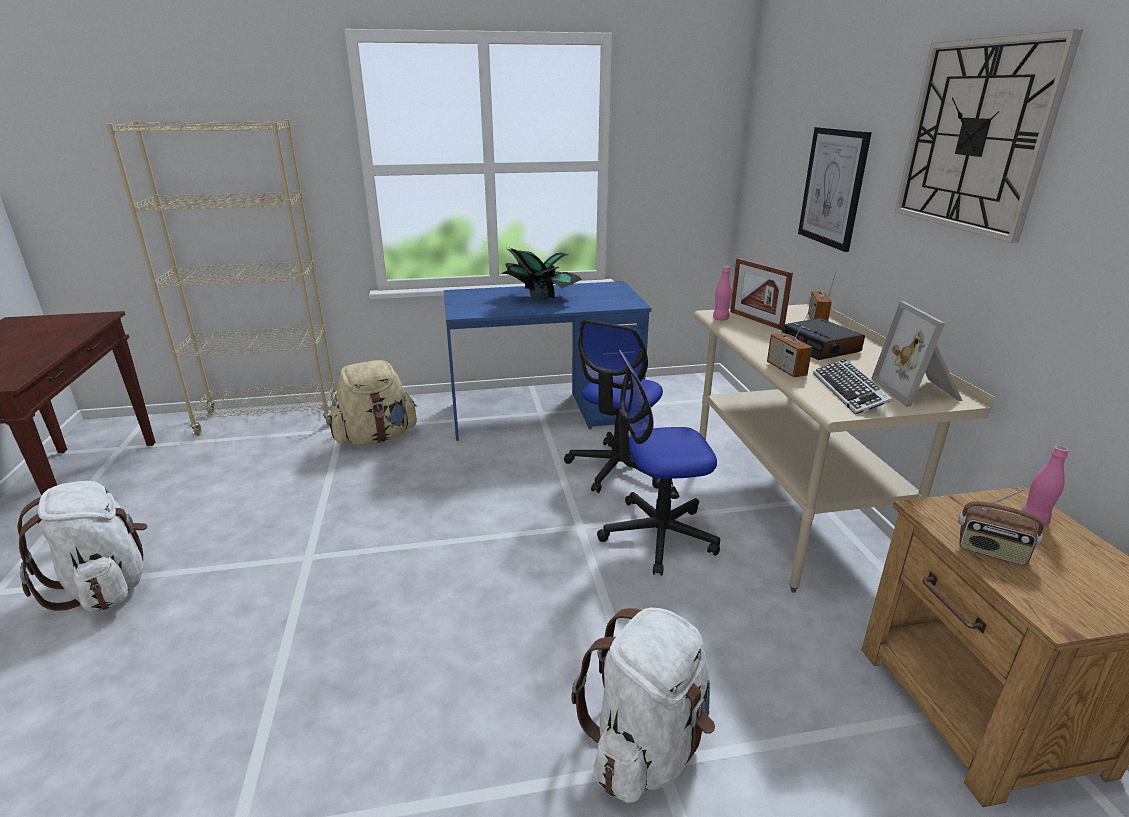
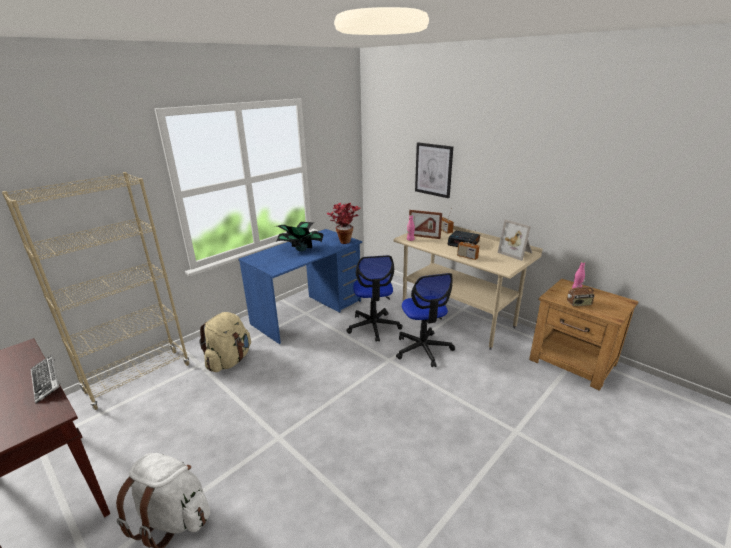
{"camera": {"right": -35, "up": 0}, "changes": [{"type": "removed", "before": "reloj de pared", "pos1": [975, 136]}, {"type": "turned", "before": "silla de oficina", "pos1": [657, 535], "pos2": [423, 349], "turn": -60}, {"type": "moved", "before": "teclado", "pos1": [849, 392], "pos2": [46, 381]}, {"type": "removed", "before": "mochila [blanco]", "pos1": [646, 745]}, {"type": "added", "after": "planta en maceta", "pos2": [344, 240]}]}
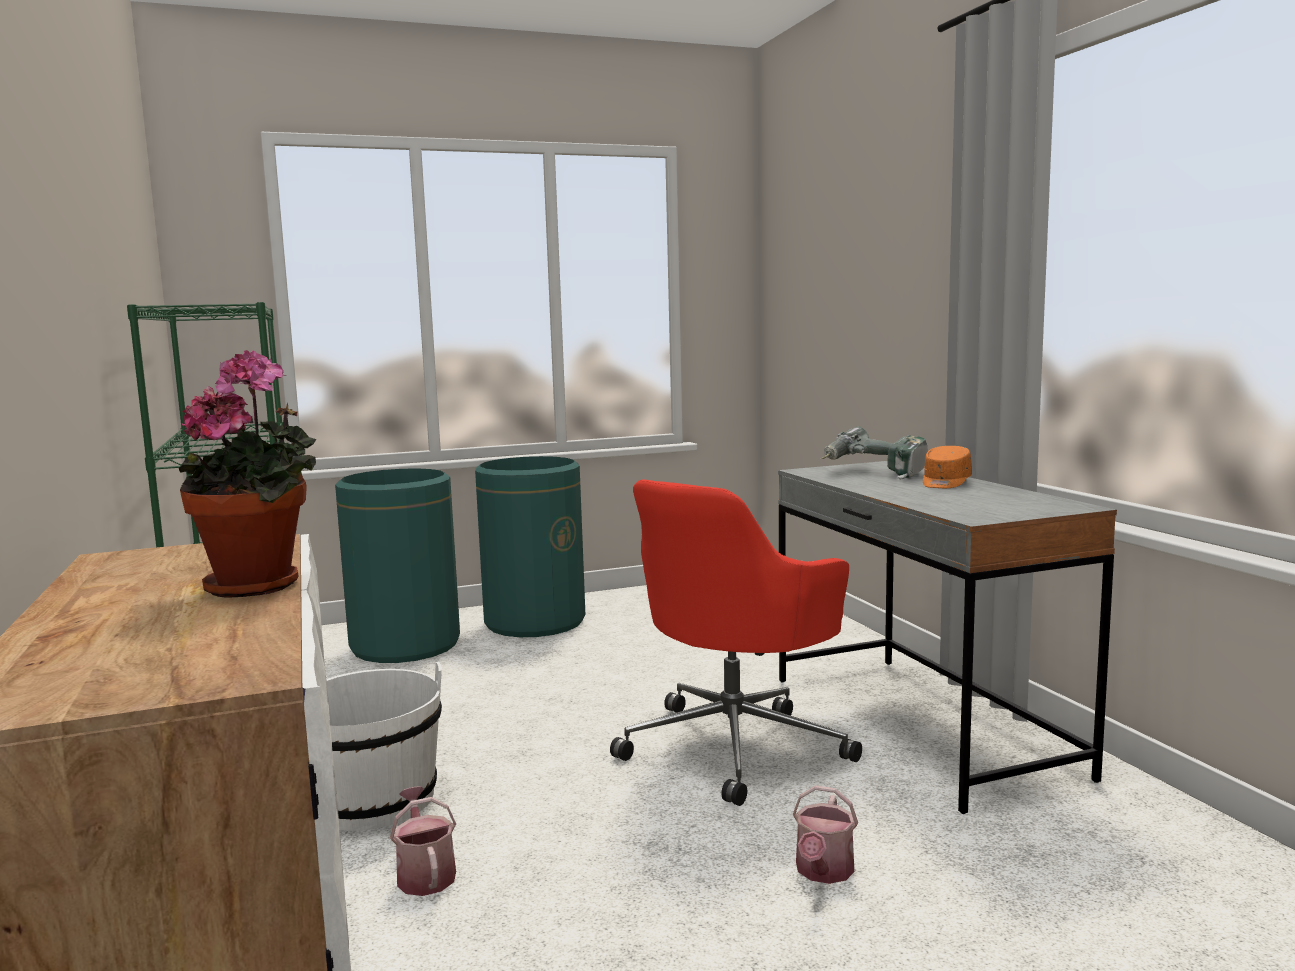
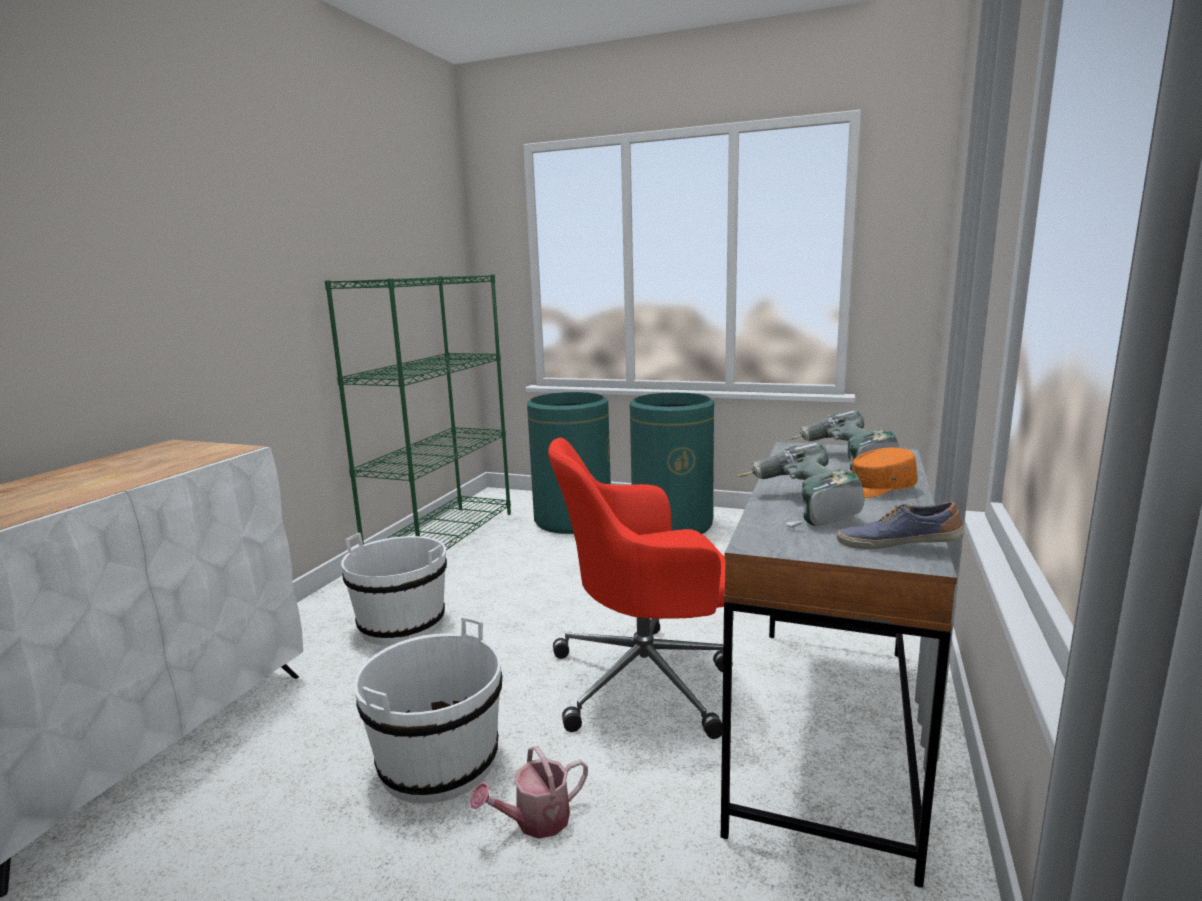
{"camera": {"right": 40, "up": 5}, "changes": [{"type": "removed", "before": "planta en maceta", "pos1": [262, 584]}, {"type": "removed", "before": "regadera", "pos1": [425, 873]}, {"type": "added", "after": "taladro", "pos2": [799, 507]}, {"type": "added", "after": "zapato", "pos2": [897, 545]}, {"type": "added", "after": "cubo [blanco]", "pos2": [439, 762]}]}
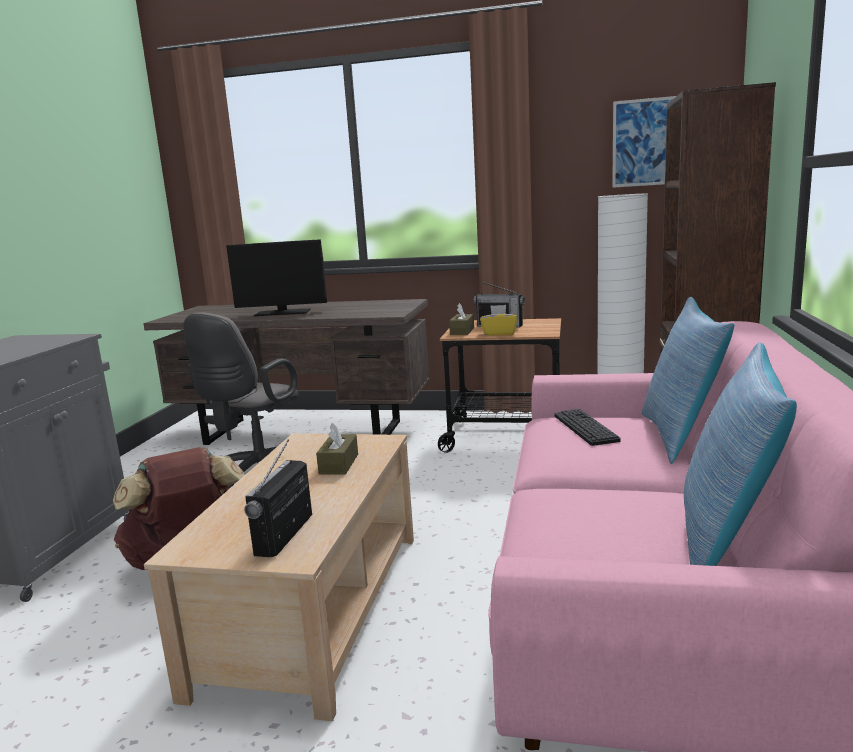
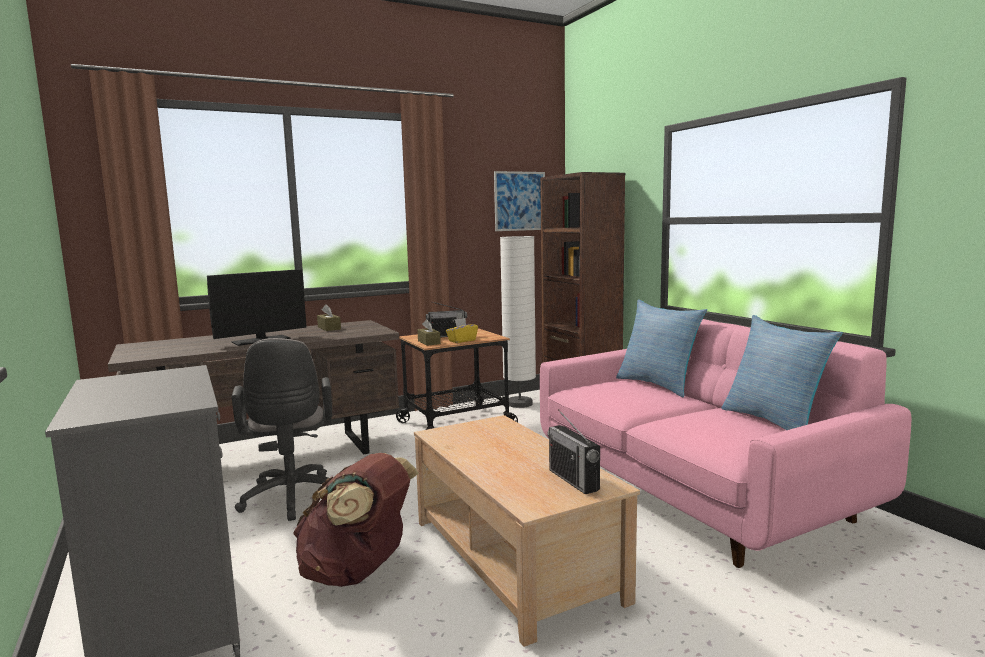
{"camera": {"right": -40, "up": -5}, "changes": [{"type": "removed", "before": "teclado", "pos1": [585, 428]}, {"type": "moved", "before": "caja de pañuelos [marrón]", "pos1": [339, 464], "pos2": [329, 328]}]}
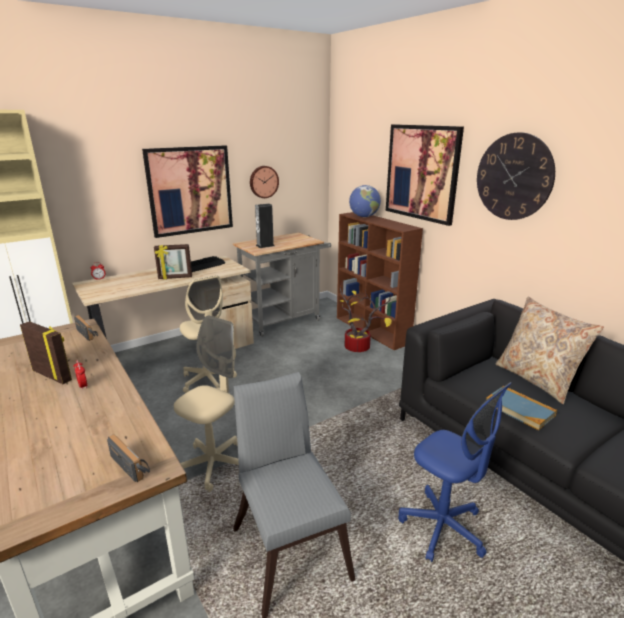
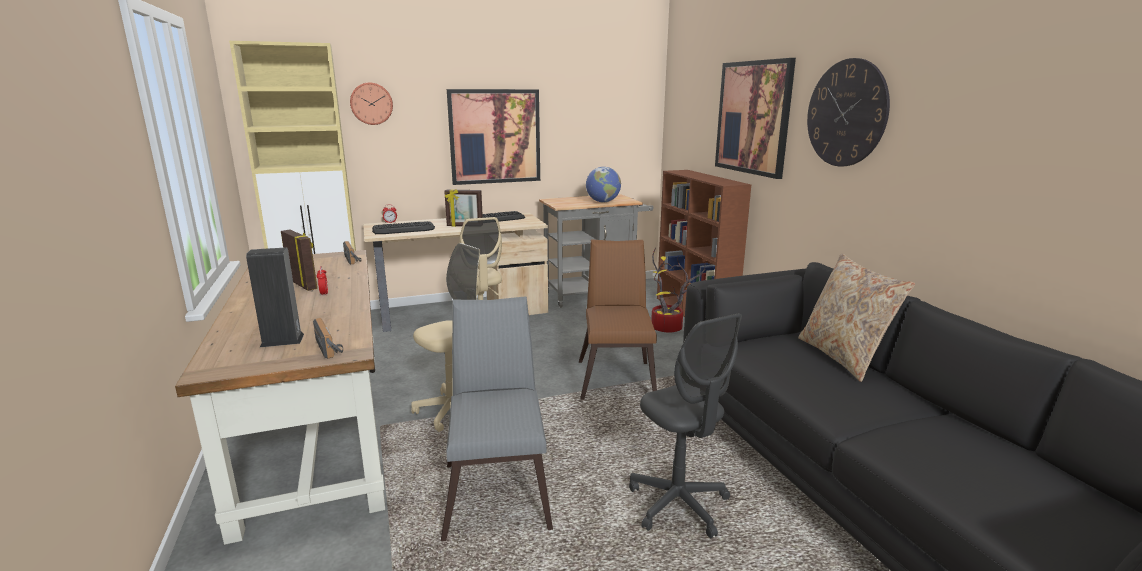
{"camera": {"right": 15, "up": -5}, "changes": [{"type": "moved", "before": "reloj de pared", "pos1": [263, 182], "pos2": [371, 103]}, {"type": "moved", "before": "globo terráqueo", "pos1": [364, 216], "pos2": [603, 202]}, {"type": "moved", "before": "altavoz", "pos1": [265, 245], "pos2": [282, 340]}, {"type": "recoloured", "before": "silla de oficina [azul]", "after": "silla de oficina [gris]", "pos1": [442, 528], "pos2": [678, 504]}, {"type": "removed", "before": "libro", "pos1": [519, 409]}, {"type": "added", "after": "teclado", "pos2": [404, 229]}, {"type": "added", "after": "silla [marrón]", "pos2": [616, 377]}]}
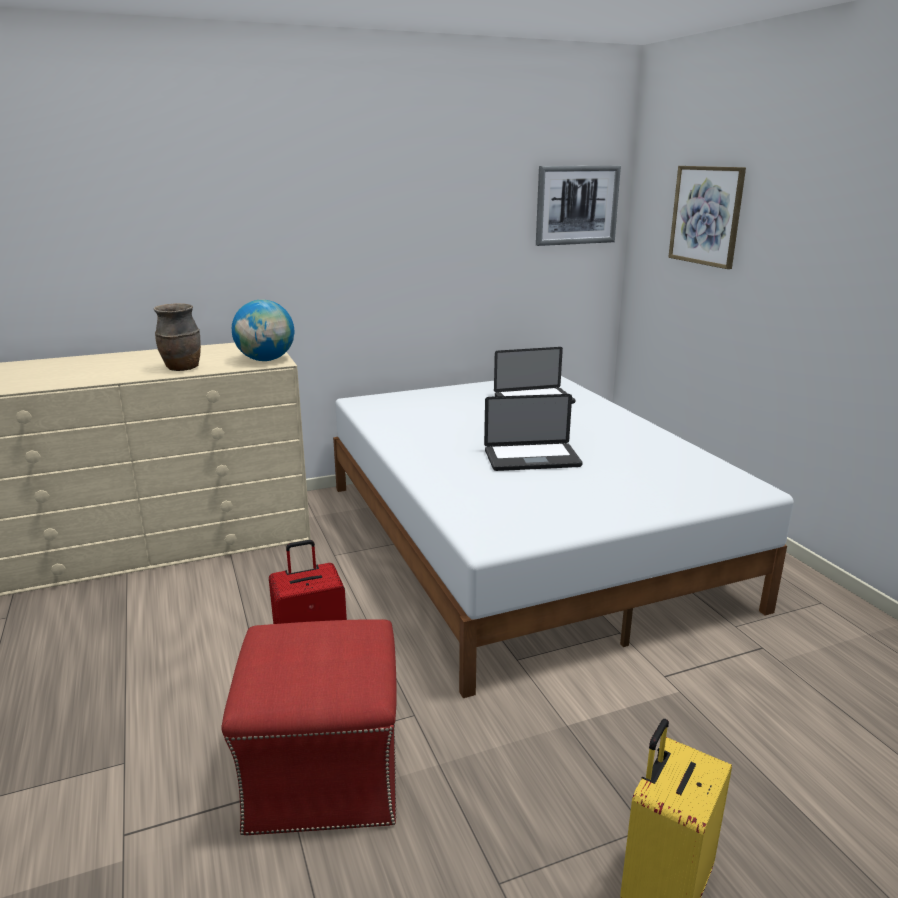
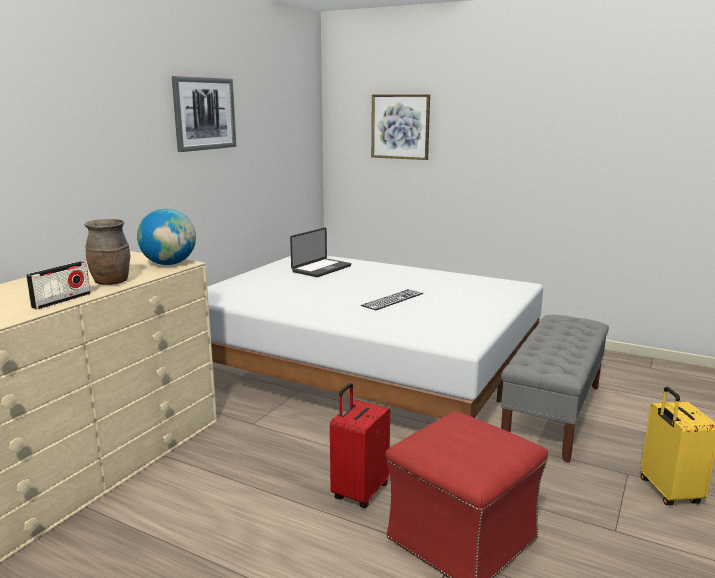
{"camera": {"right": -40, "up": -5}, "changes": [{"type": "moved", "before": "cuadro", "pos1": [577, 205], "pos2": [204, 113]}, {"type": "replaced", "before": "portátil", "after": "teclado", "pos1": [532, 459], "pos2": [392, 299]}, {"type": "added", "after": "radio", "pos2": [61, 300]}, {"type": "added", "after": "banco [gris]", "pos2": [553, 413]}]}
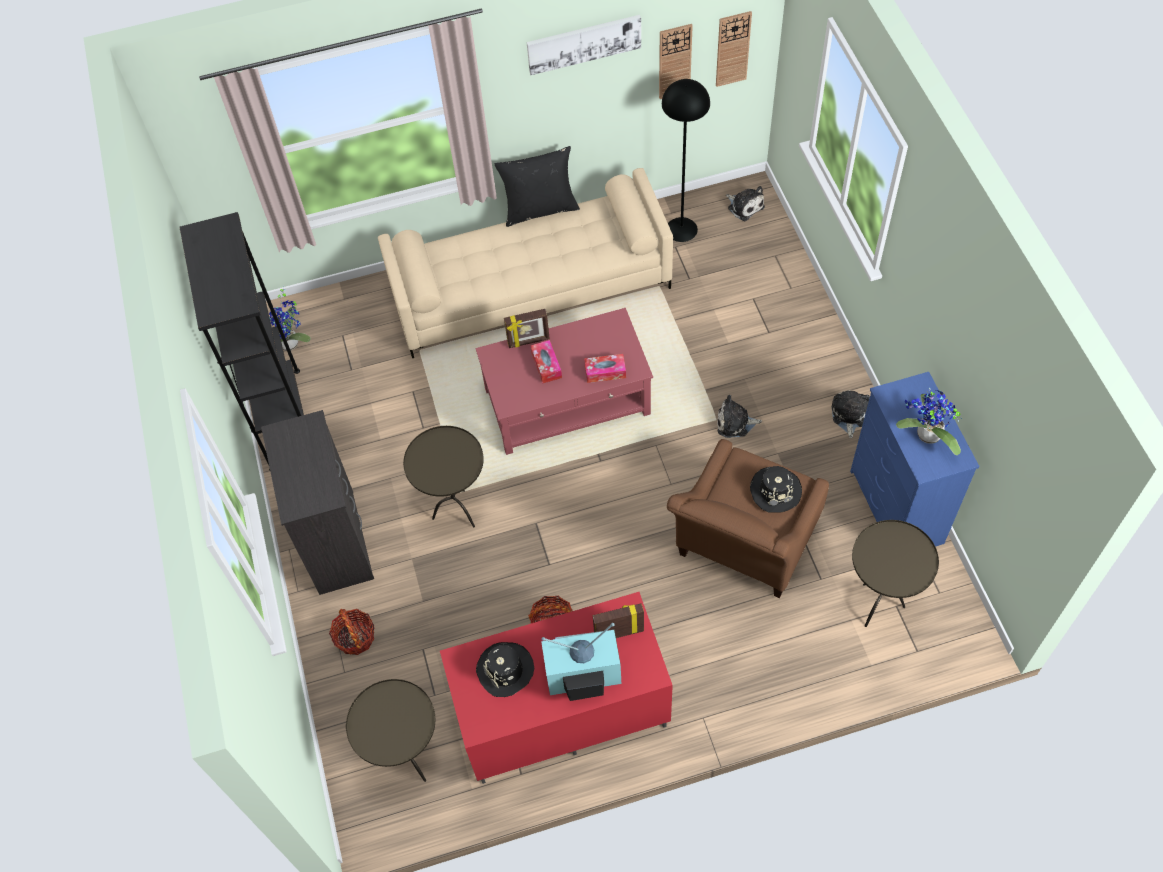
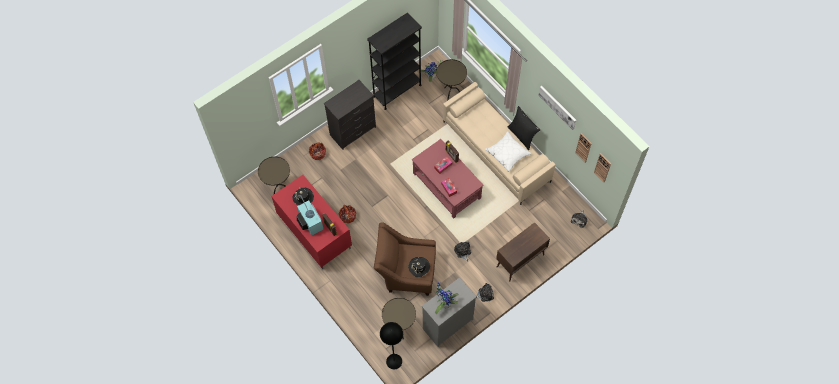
{"camera": {"right": 65, "up": 5}, "changes": [{"type": "moved", "before": "lámpara de pie [negro]", "pos1": [681, 229], "pos2": [394, 361]}, {"type": "recoloured", "before": "cómoda [azul]", "after": "cómoda [gris]", "pos1": [896, 508], "pos2": [447, 324]}, {"type": "moved", "before": "mesa auxiliar [marrón]", "pos1": [456, 512], "pos2": [450, 94]}, {"type": "added", "after": "cojín [blanco]", "pos2": [507, 153]}, {"type": "added", "after": "armario [marrón]", "pos2": [520, 261]}]}
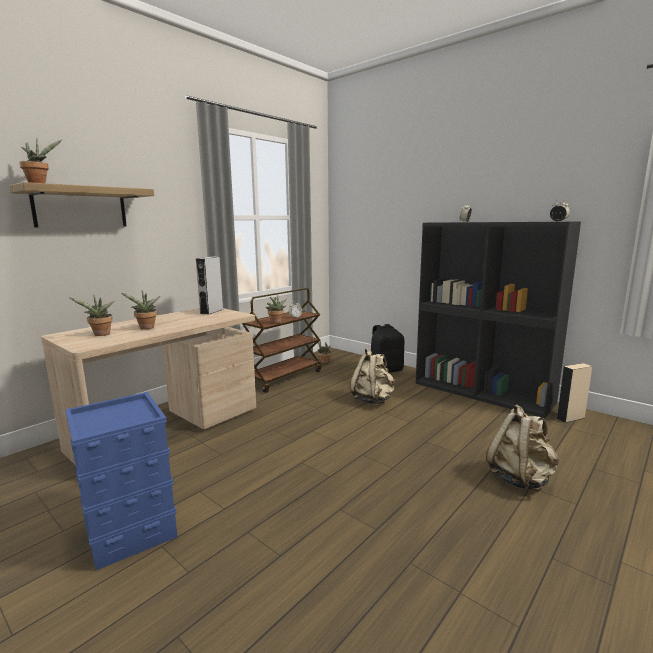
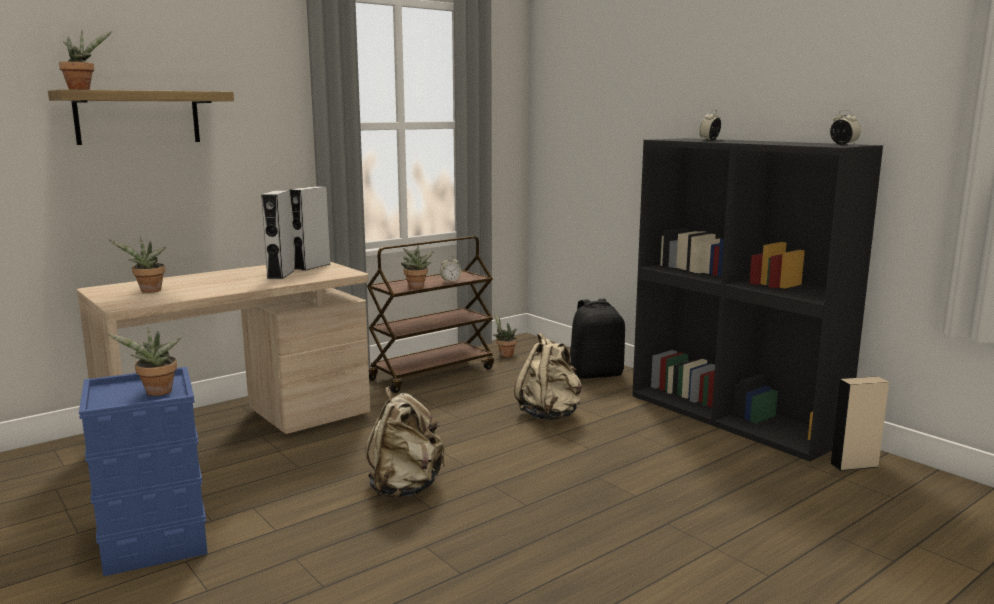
{"camera": {"right": 10, "up": 0}, "changes": [{"type": "moved", "before": "planta en maceta", "pos1": [146, 328], "pos2": [157, 393]}, {"type": "moved", "before": "mochila [beis]", "pos1": [520, 479], "pos2": [405, 488]}, {"type": "added", "after": "altavoz [gris]", "pos2": [280, 274]}]}
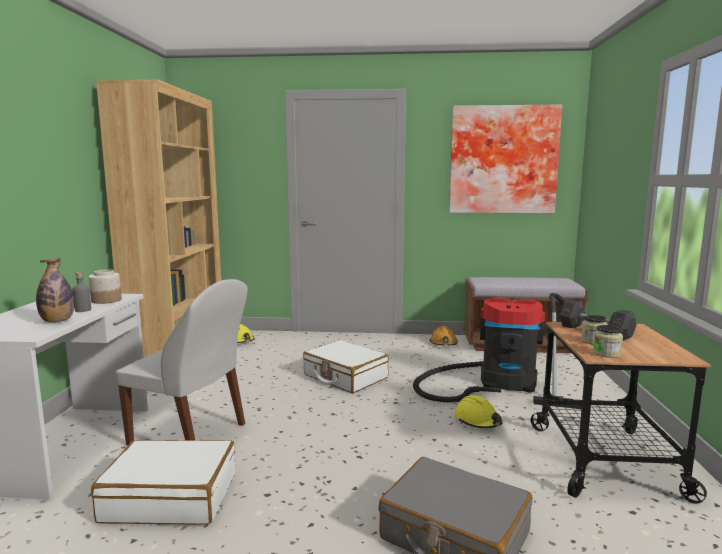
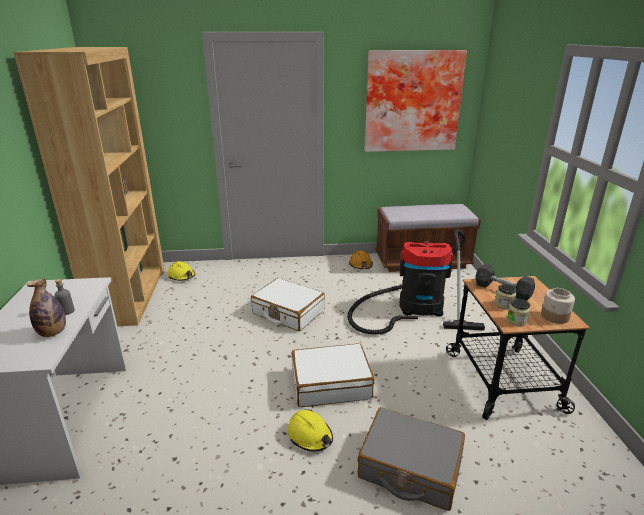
{"camera": {"right": -10, "up": 15}, "changes": [{"type": "moved", "before": "tarro", "pos1": [106, 300], "pos2": [555, 316]}, {"type": "removed", "before": "silla [blanco]", "pos1": [190, 435]}, {"type": "moved", "before": "casco [amarillo]", "pos1": [478, 421], "pos2": [310, 436]}, {"type": "moved", "before": "maleta [blanco]", "pos1": [171, 497], "pos2": [330, 384]}]}
